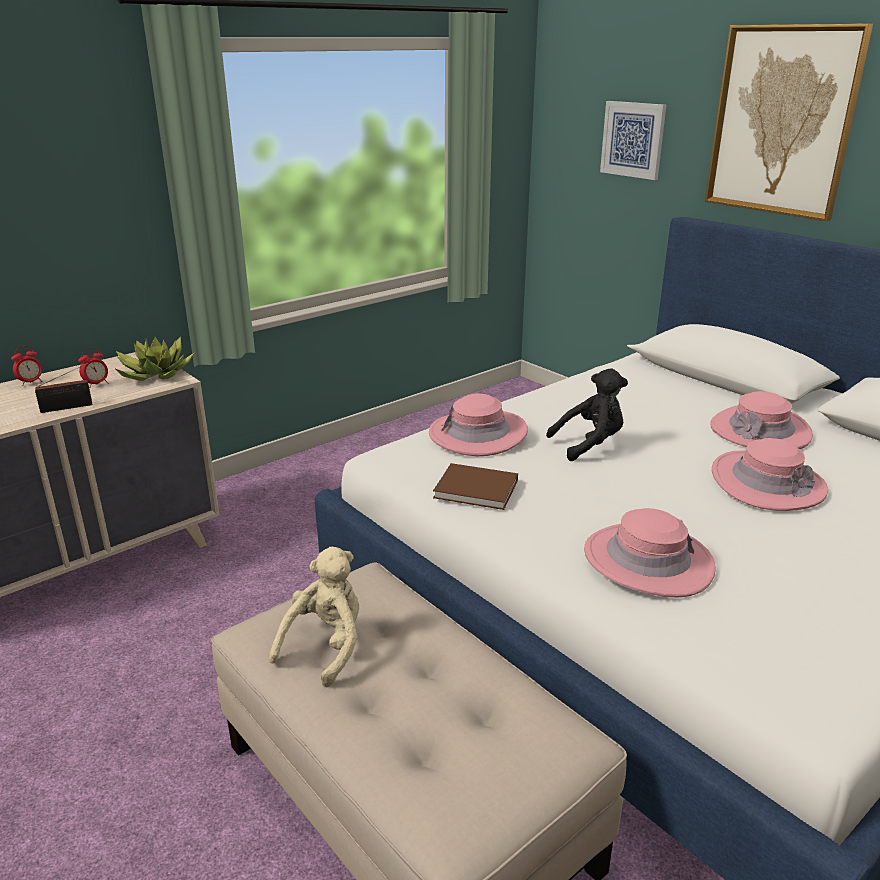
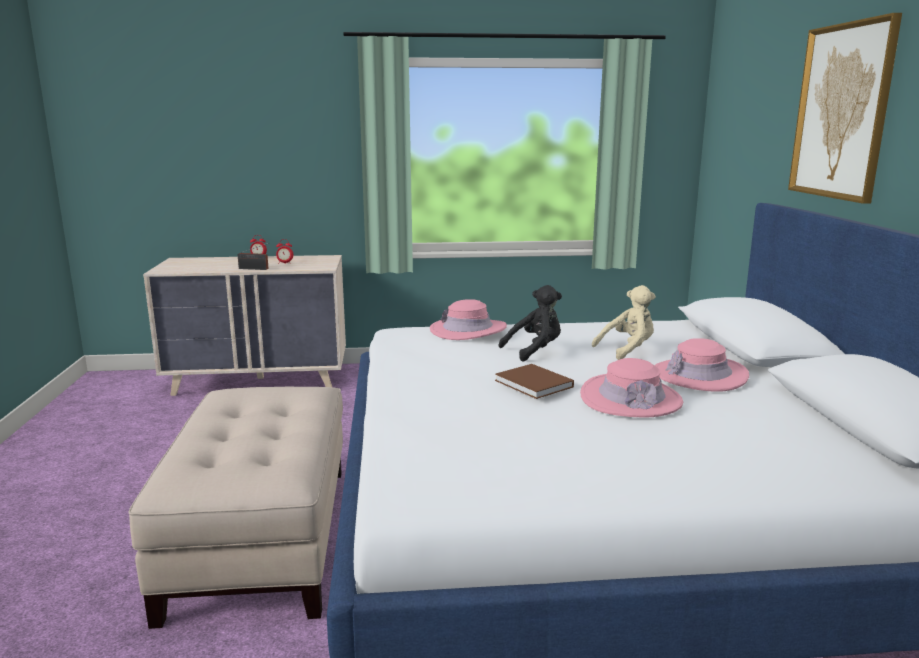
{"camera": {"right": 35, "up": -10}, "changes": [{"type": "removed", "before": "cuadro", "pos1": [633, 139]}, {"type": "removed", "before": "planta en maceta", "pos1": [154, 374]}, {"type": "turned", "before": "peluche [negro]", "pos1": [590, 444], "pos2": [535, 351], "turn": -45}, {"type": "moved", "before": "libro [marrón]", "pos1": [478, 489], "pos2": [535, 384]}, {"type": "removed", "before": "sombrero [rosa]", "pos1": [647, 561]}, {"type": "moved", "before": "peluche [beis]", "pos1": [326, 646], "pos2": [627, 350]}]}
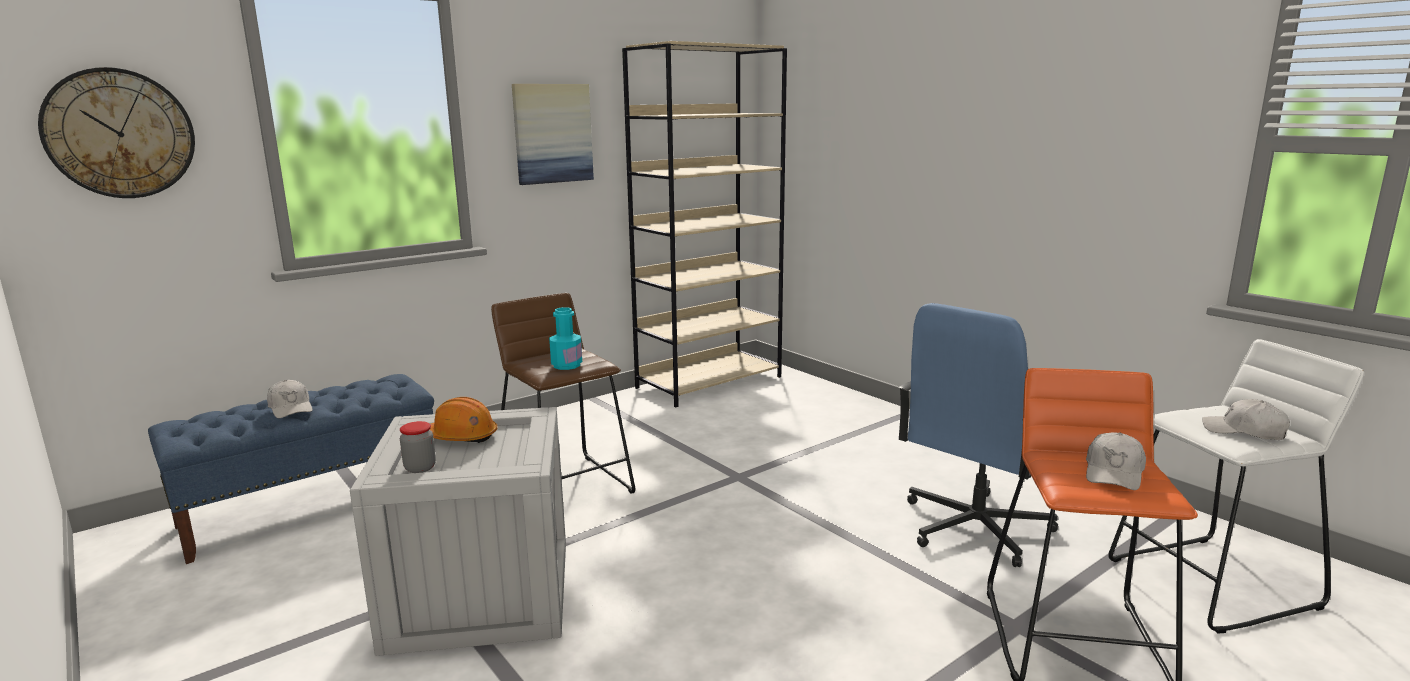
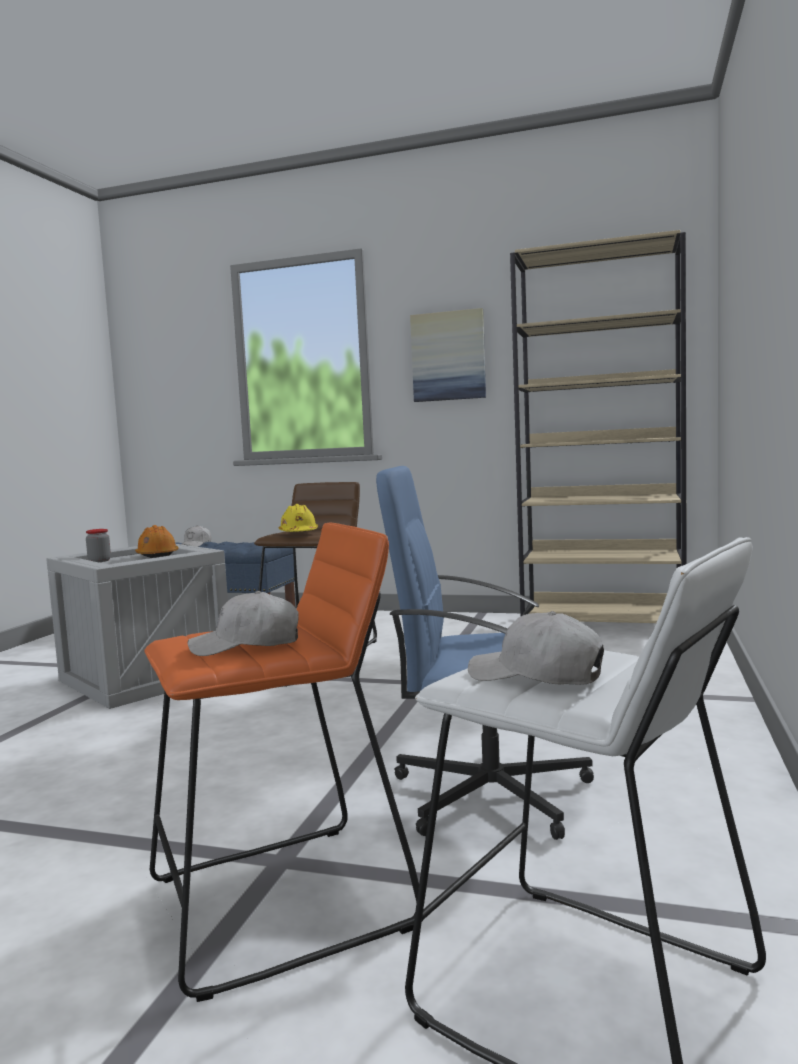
{"camera": {"right": 55, "up": -10}, "changes": [{"type": "removed", "before": "reloj de pared", "pos1": [119, 134]}, {"type": "replaced", "before": "botella [turquesa]", "after": "casco [amarillo]", "pos1": [566, 365], "pos2": [298, 533]}, {"type": "turned", "before": "gorra [blanco]", "pos1": [1244, 431], "pos2": [536, 675], "turn": -60}]}
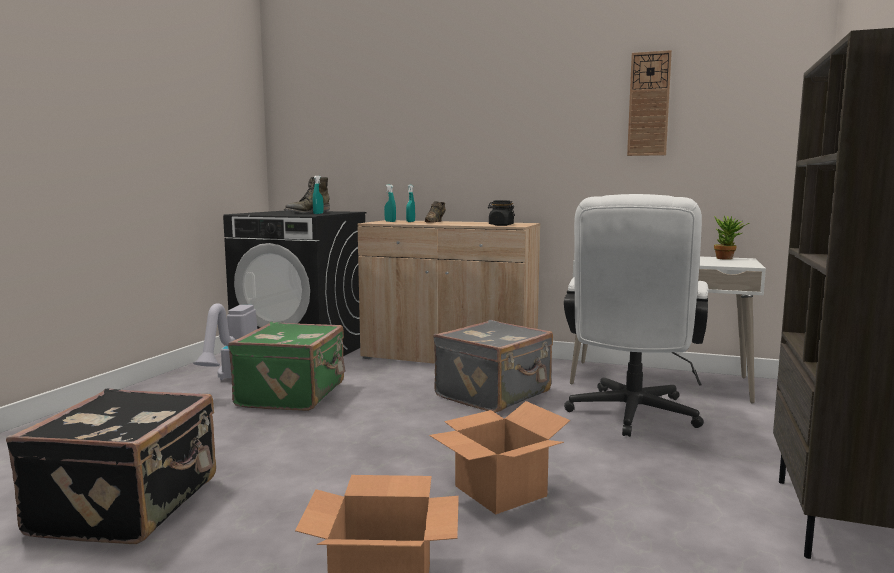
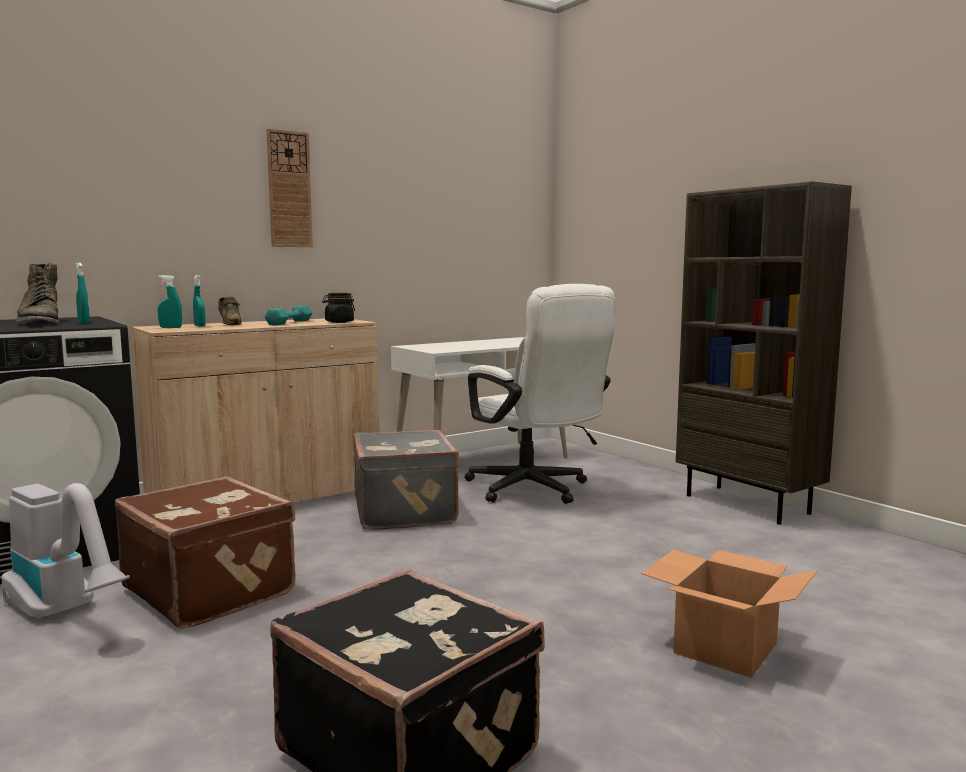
{"camera": {"right": -55, "up": 0}, "changes": [{"type": "moved", "before": "reloj de pared", "pos1": [649, 104], "pos2": [289, 189]}, {"type": "removed", "before": "planta en maceta", "pos1": [727, 259]}, {"type": "recoloured", "before": "maleta [verde]", "after": "maleta [marrón]", "pos1": [293, 394], "pos2": [211, 589]}, {"type": "removed", "before": "caja de cartón", "pos1": [501, 491]}, {"type": "added", "after": "mancuerna [turquesa]", "pos2": [289, 322]}]}
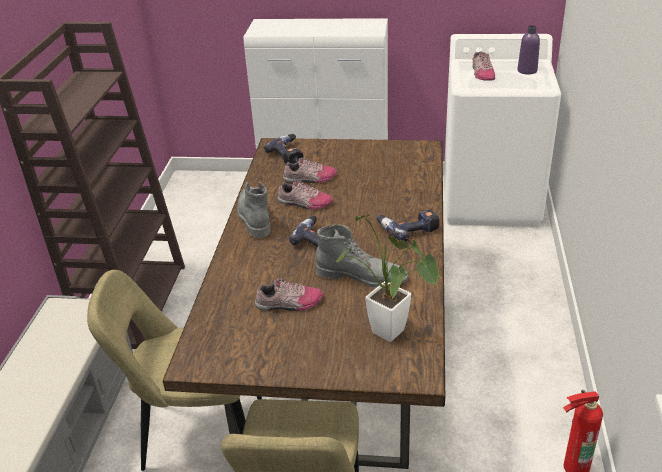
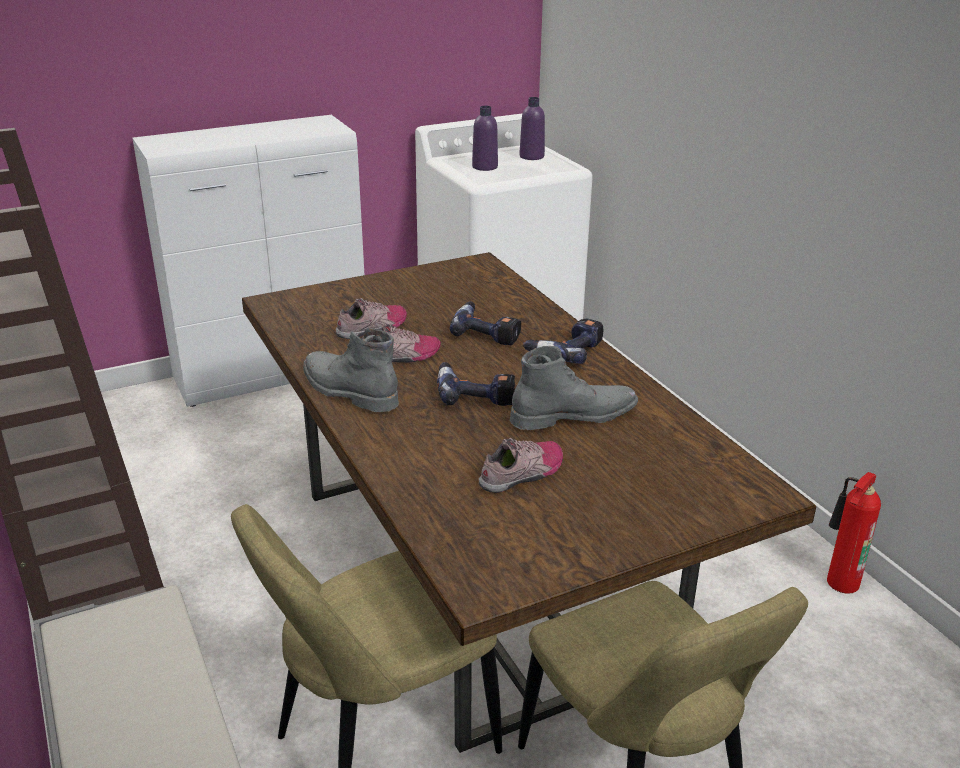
{"camera": {"right": -35, "up": -5}, "changes": [{"type": "replaced", "before": "zapato", "after": "botella [morado]", "pos1": [482, 74], "pos2": [485, 167]}, {"type": "moved", "before": "taladro", "pos1": [289, 155], "pos2": [487, 332]}, {"type": "removed", "before": "planta en maceta", "pos1": [394, 335]}]}
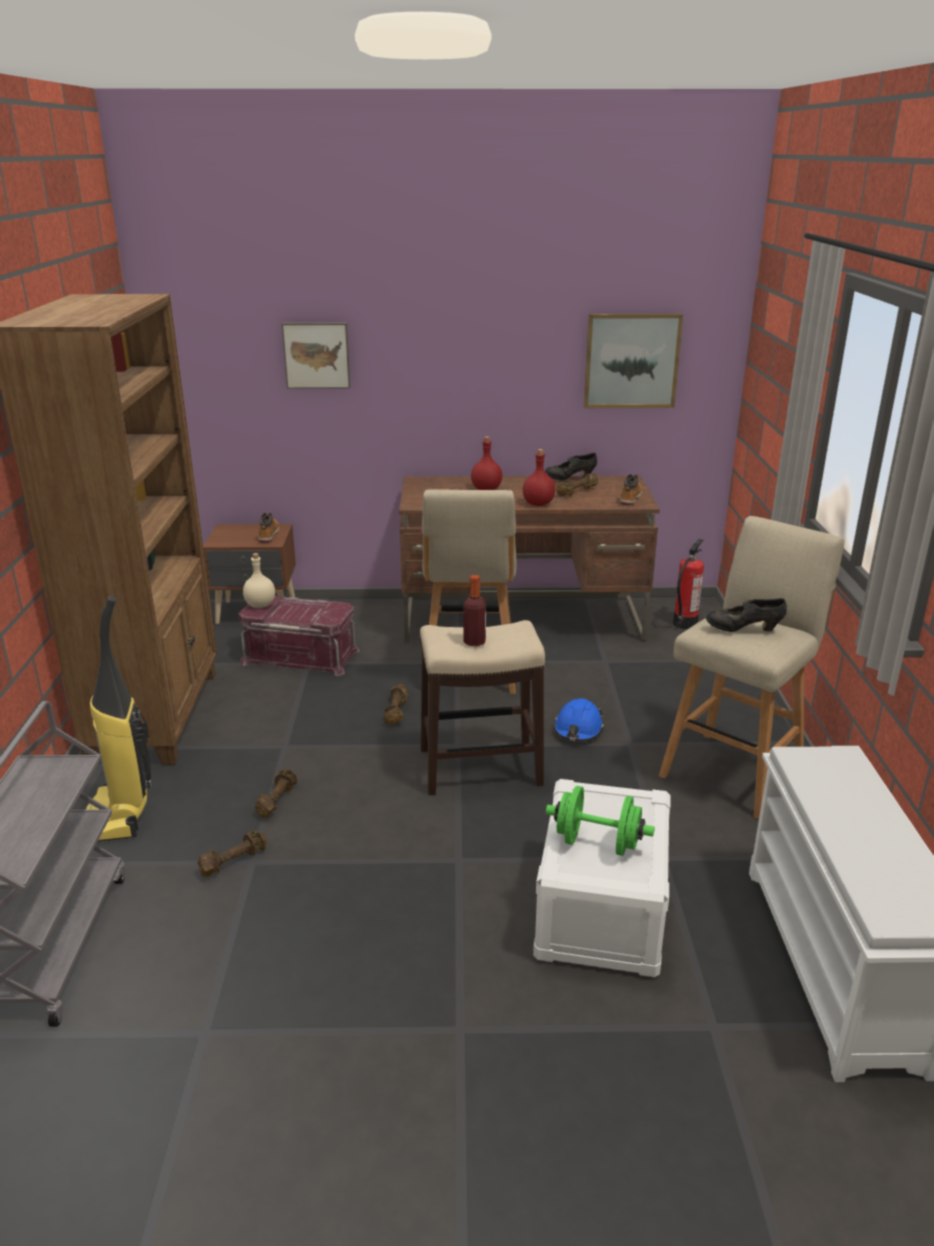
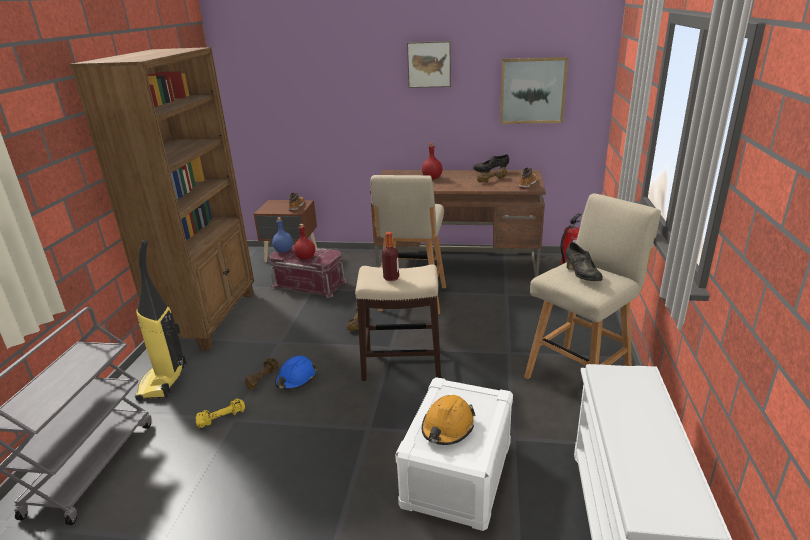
{"camera": {"right": 10, "up": 0}, "changes": [{"type": "moved", "before": "cuadro", "pos1": [317, 355], "pos2": [429, 64]}, {"type": "moved", "before": "botella [rojo]", "pos1": [538, 504], "pos2": [306, 257]}, {"type": "recoloured", "before": "botella [beis]", "after": "botella [azul]", "pos1": [261, 605], "pos2": [284, 250]}, {"type": "turned", "before": "zapato [negro]", "pos1": [743, 630], "pos2": [581, 276], "turn": -120}, {"type": "moved", "before": "casco [azul]", "pos1": [578, 730], "pos2": [296, 379]}, {"type": "replaced", "before": "mancuerna [verde]", "after": "casco [naranja]", "pos1": [597, 843], "pos2": [447, 427]}, {"type": "recoloured", "before": "mancuerna [marrón]", "after": "mancuerna [amarillo]", "pos1": [233, 861], "pos2": [221, 418]}]}
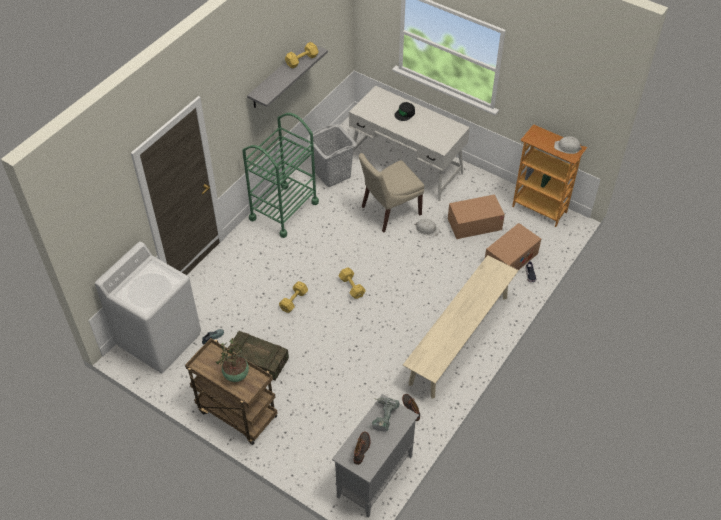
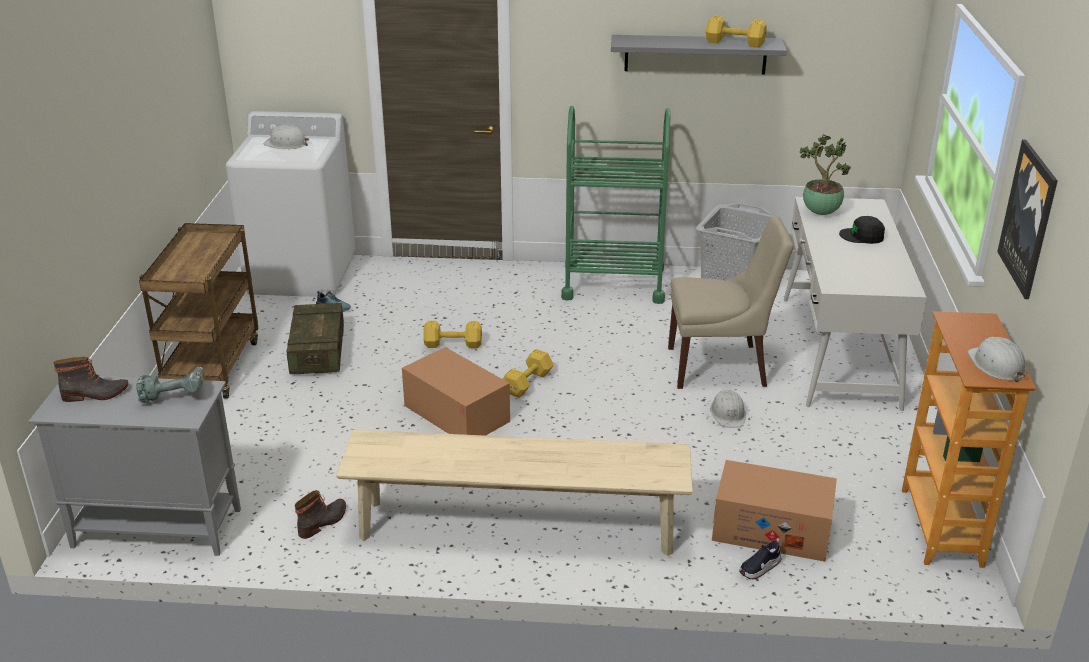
{"camera": {"right": 60, "up": -20}, "changes": [{"type": "turned", "before": "silla [beis]", "pos1": [389, 211], "pos2": [720, 366], "turn": 150}, {"type": "moved", "before": "caja de cartón", "pos1": [474, 224], "pos2": [456, 413]}, {"type": "moved", "before": "planta en maceta", "pos1": [236, 376], "pos2": [819, 213]}, {"type": "added", "after": "casco [blanco]", "pos2": [286, 144]}, {"type": "added", "after": "cuadro", "pos2": [1029, 218]}]}
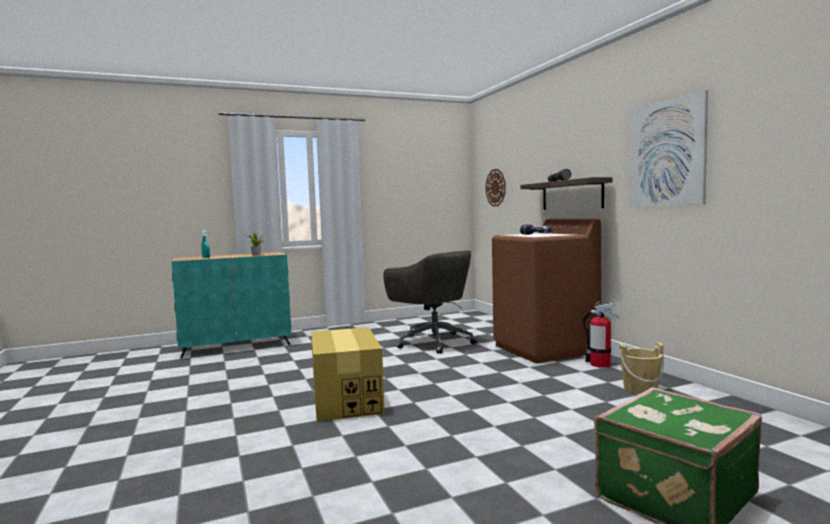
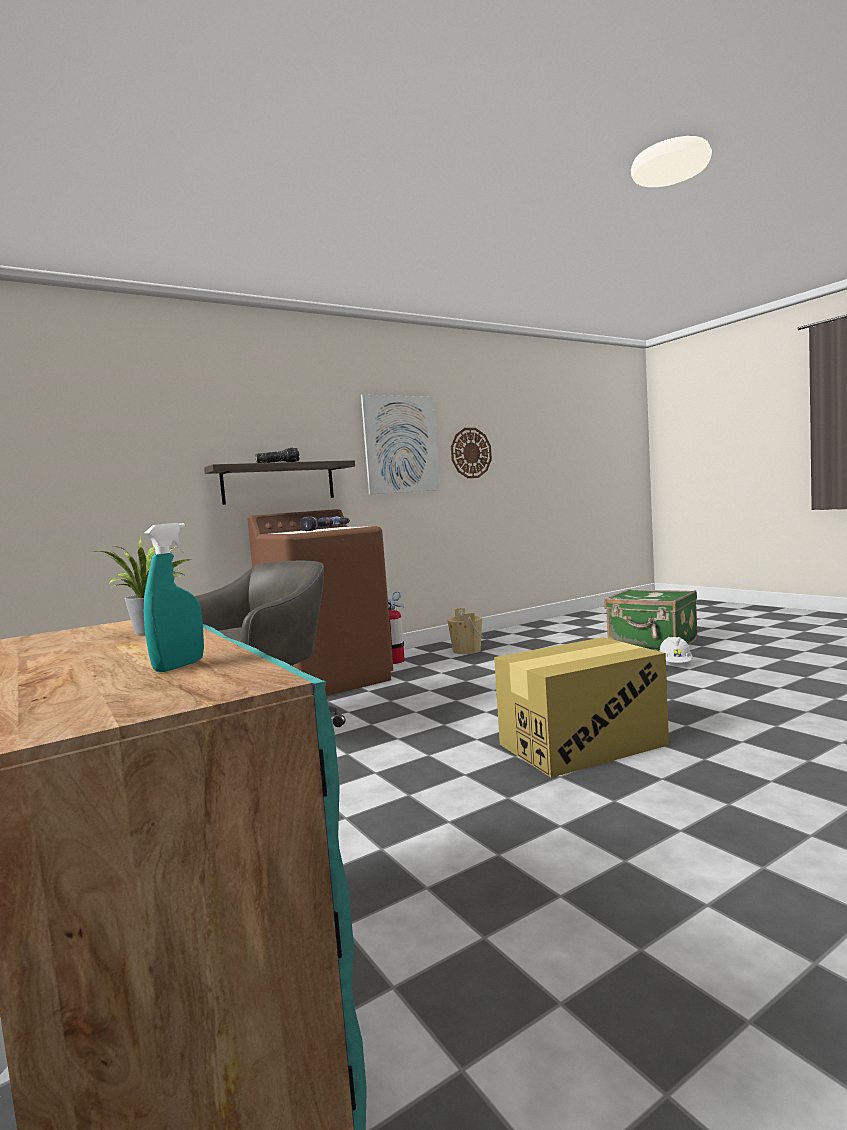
{"camera": {"right": -100, "up": 0}, "changes": [{"type": "moved", "before": "reloj de pared", "pos1": [496, 187], "pos2": [470, 453]}, {"type": "added", "after": "casco [blanco]", "pos2": [675, 664]}]}
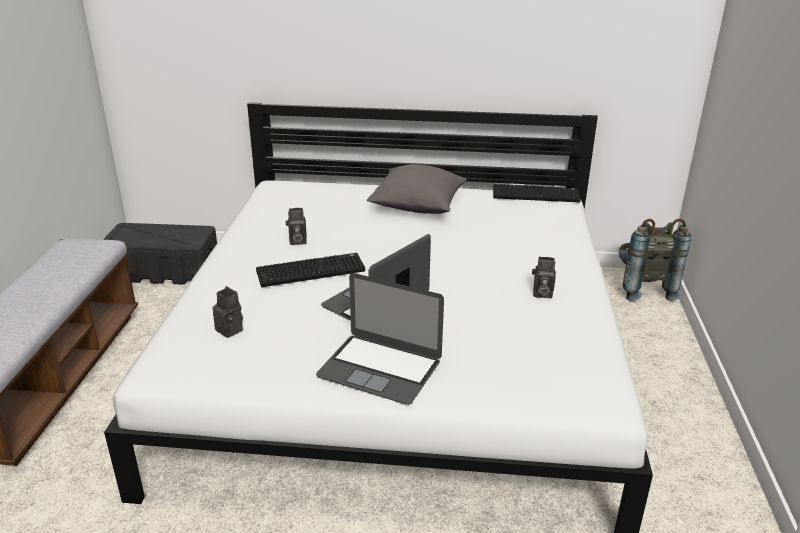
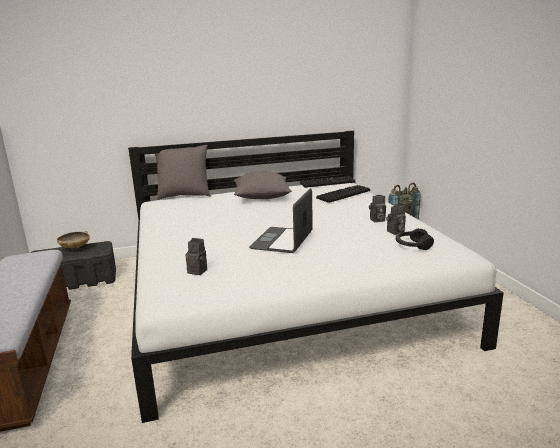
{"camera": {"right": -20, "up": -10}, "changes": [{"type": "moved", "before": "cámara", "pos1": [297, 241], "pos2": [395, 232]}, {"type": "moved", "before": "teclado", "pos1": [311, 270], "pos2": [343, 194]}, {"type": "removed", "before": "portátil", "pos1": [380, 368]}, {"type": "added", "after": "cojín [gris]", "pos2": [184, 196]}, {"type": "added", "after": "auriculares [negro]", "pos2": [413, 245]}, {"type": "added", "after": "cuenco [beis]", "pos2": [75, 248]}]}
